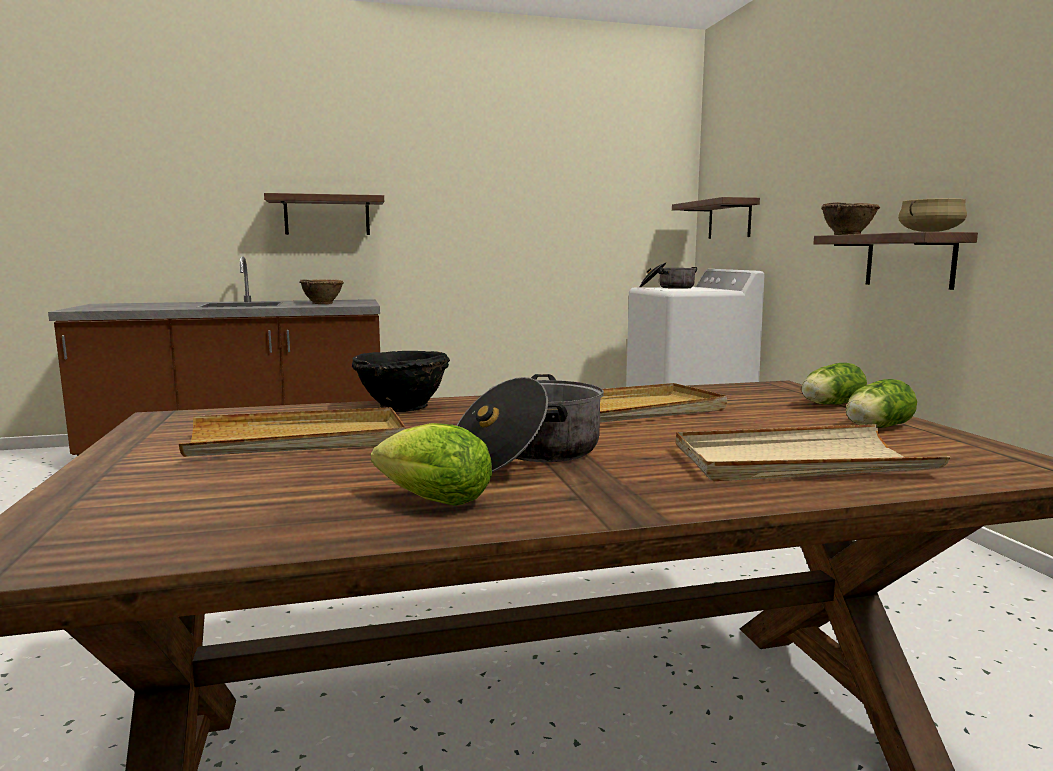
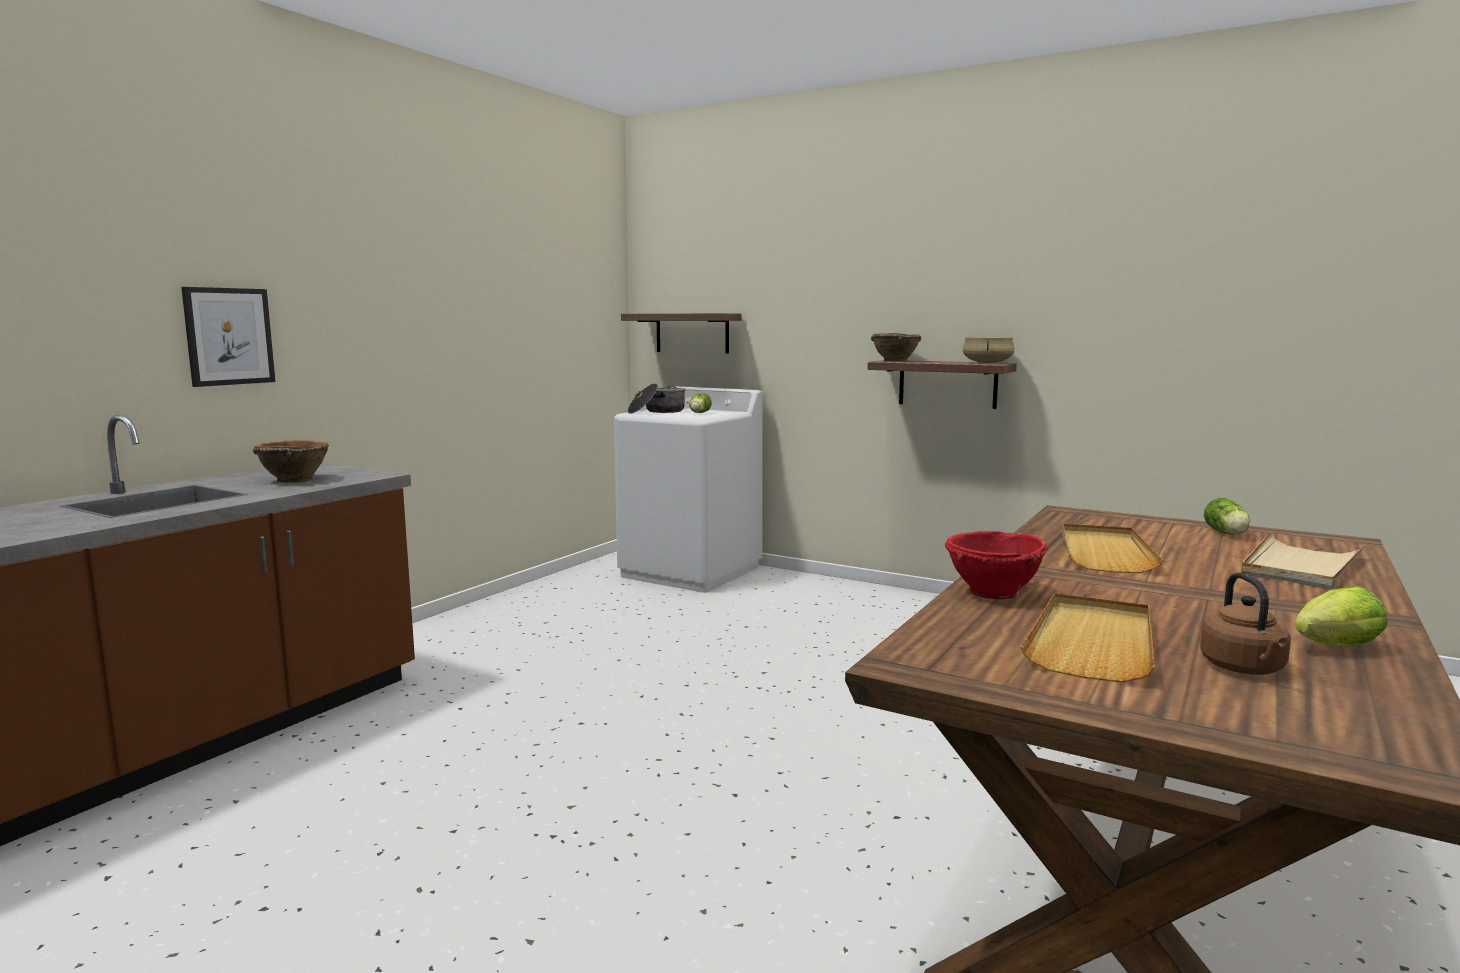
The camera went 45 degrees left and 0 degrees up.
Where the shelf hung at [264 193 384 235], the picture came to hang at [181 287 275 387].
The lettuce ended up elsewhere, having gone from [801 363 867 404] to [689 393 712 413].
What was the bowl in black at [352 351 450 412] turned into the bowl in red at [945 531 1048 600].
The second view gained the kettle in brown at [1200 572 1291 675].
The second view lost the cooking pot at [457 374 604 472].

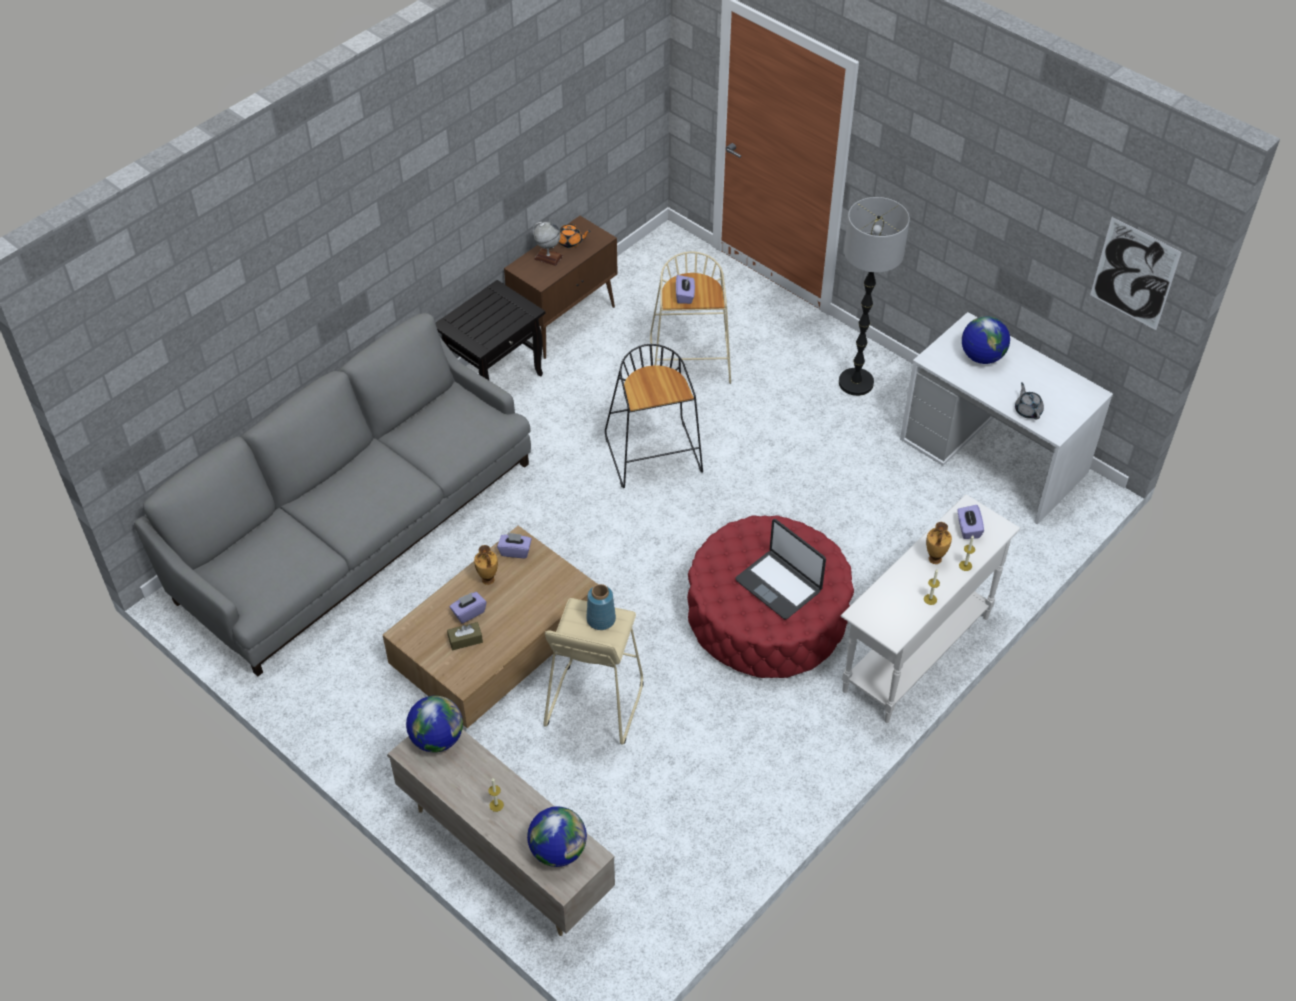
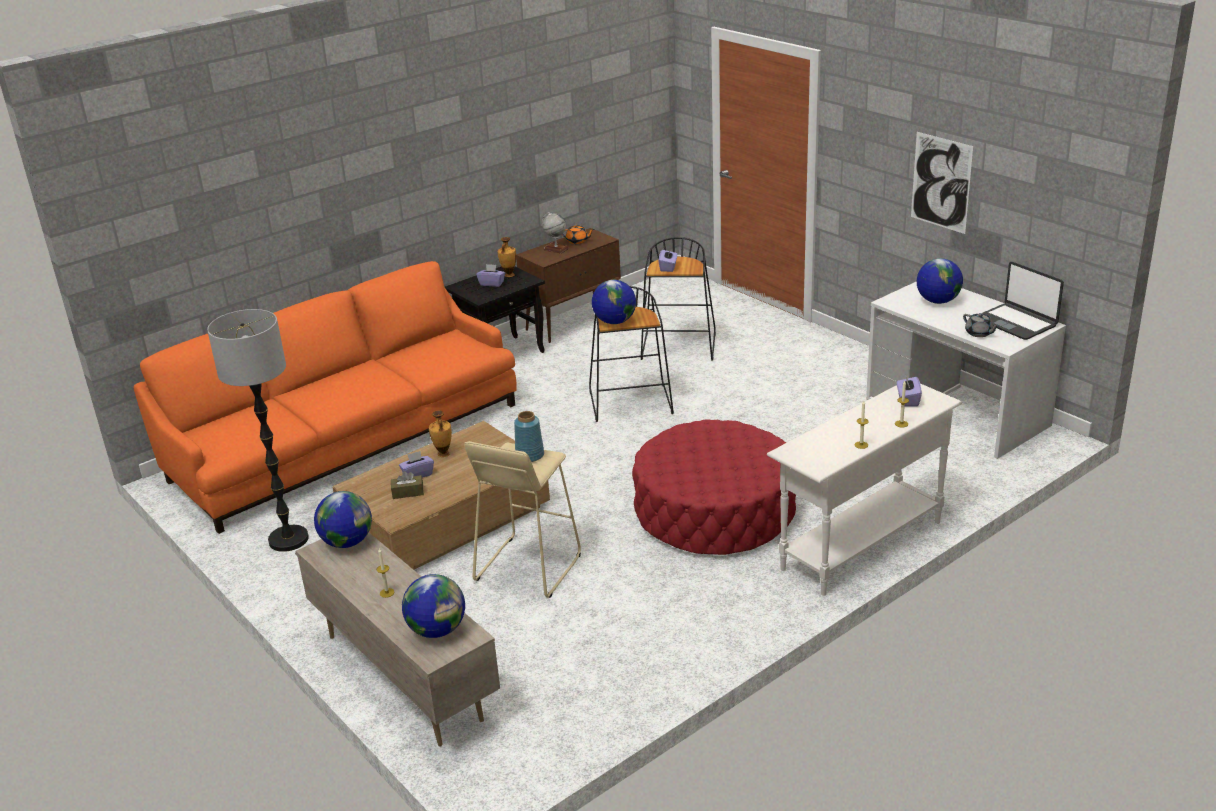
The camera went 10 degrees right and 20 degrees down.
What was the sofa in grey at [134 313 531 676] turned into the sofa in orange at [134 261 516 534].
The floor lamp ended up elsewhere, having gone from [839 197 910 396] to [207 309 309 552].
The tissue box in purple ended up elsewhere, having gone from [497 532 532 558] to [476 264 505 287].
The vase ended up elsewhere, having gone from [926 522 952 564] to [498 237 516 277].
The second view gained the globe at [592 280 636 324].
What was the stool in beige at [650 251 731 384] turned into the stool in black at [641 237 716 360].
The picture ended up elsewhere, having gone from [1090 217 1182 330] to [911 132 973 234].
The teapot in grey at [1015 382 1044 419] ended up facing another way, 150 degrees clockwise from before.
The laptop ended up elsewhere, having gone from [735 519 826 620] to [982 262 1064 340].

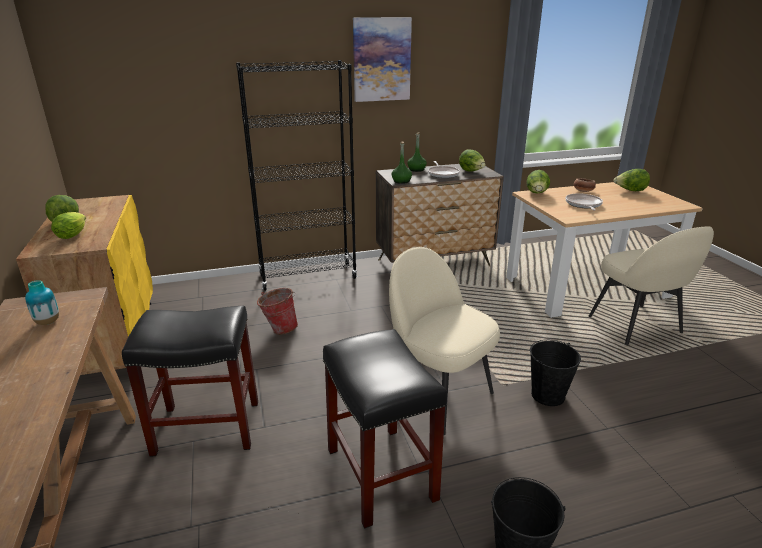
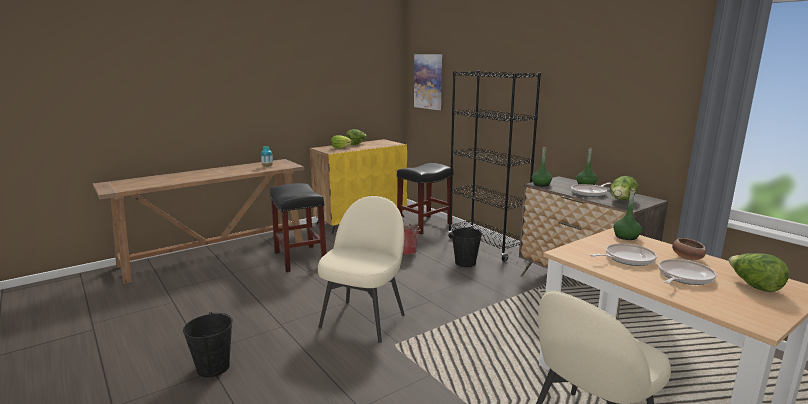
The camera went 70 degrees right and 10 degrees down.
The stool in black ended up elsewhere, having gone from [323 329 447 529] to [397 163 454 234].
The picture ended up elsewhere, having gone from [353 17 412 102] to [414 54 442 110].
The bucket in black ended up elsewhere, having gone from [530 340 581 406] to [451 227 482 267].
Where the lettuce stood at [526 170 550 194], the bottle in green came to stand at [613 188 642 240].
The second view gained the frying pan at [658 259 716 285].

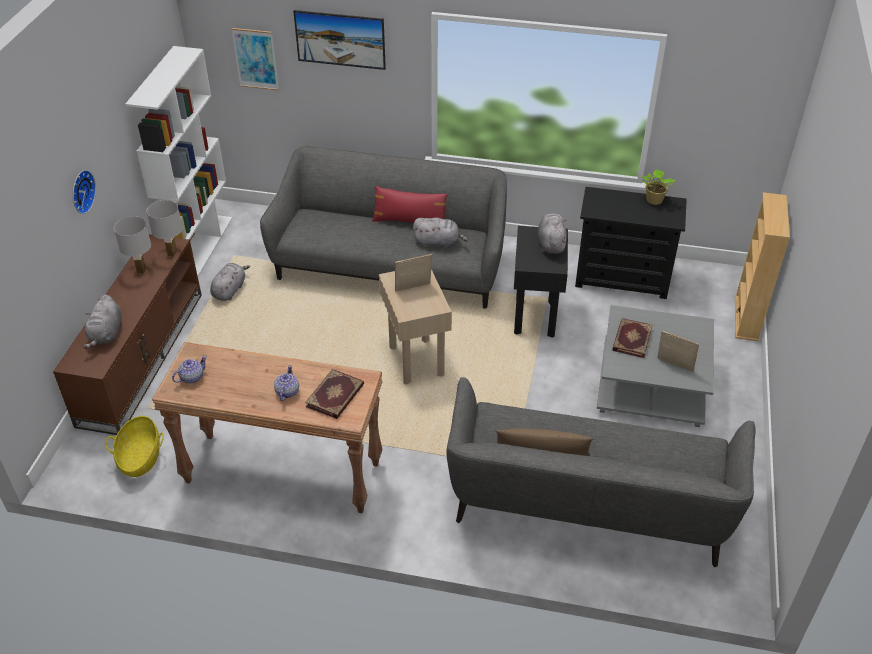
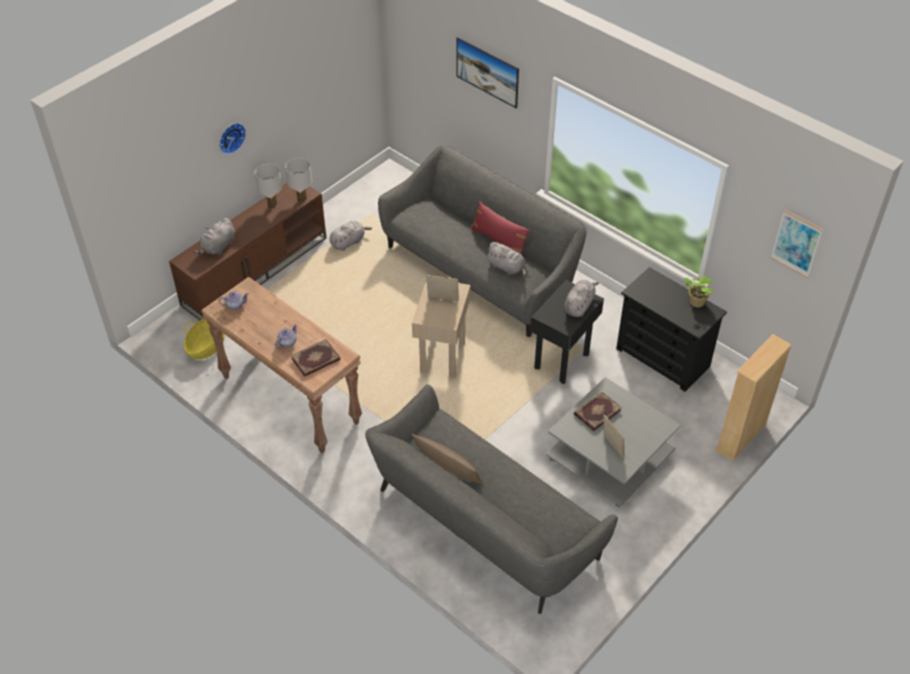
The camera went 30 degrees right and 5 degrees up.
The picture ended up elsewhere, having gone from [231 28 279 91] to [771 210 823 278].
The second view lost the bookcase in white at [125 46 233 277].

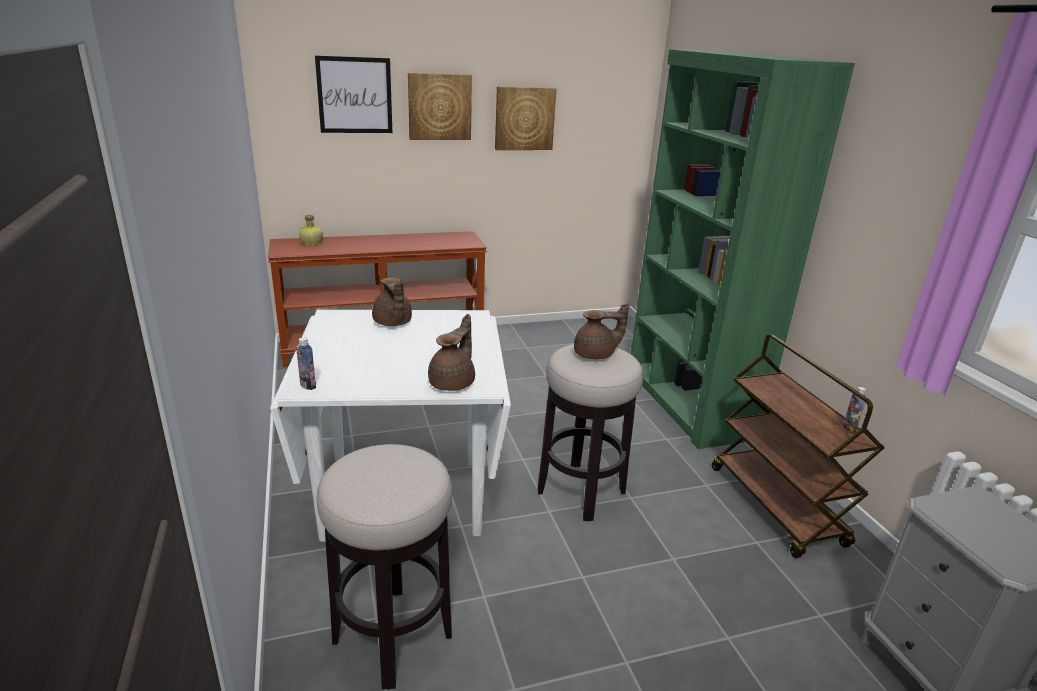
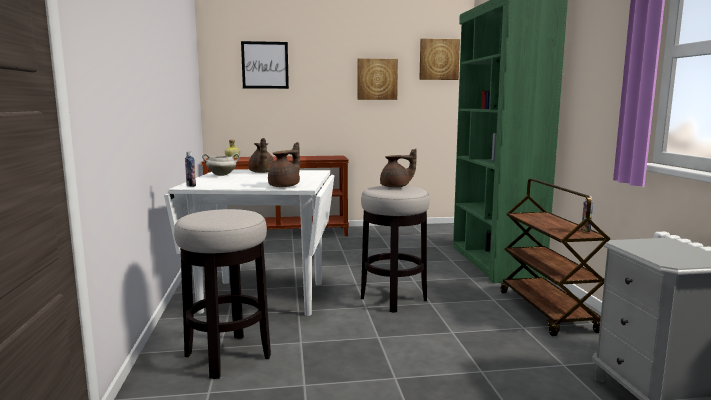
The camera went 10 degrees right and 15 degrees down.
The second view gained the cooking pot in white at [202 153 240 176].
The picture ended up elsewhere, having gone from [408 73 472 140] to [419 39 460 80].

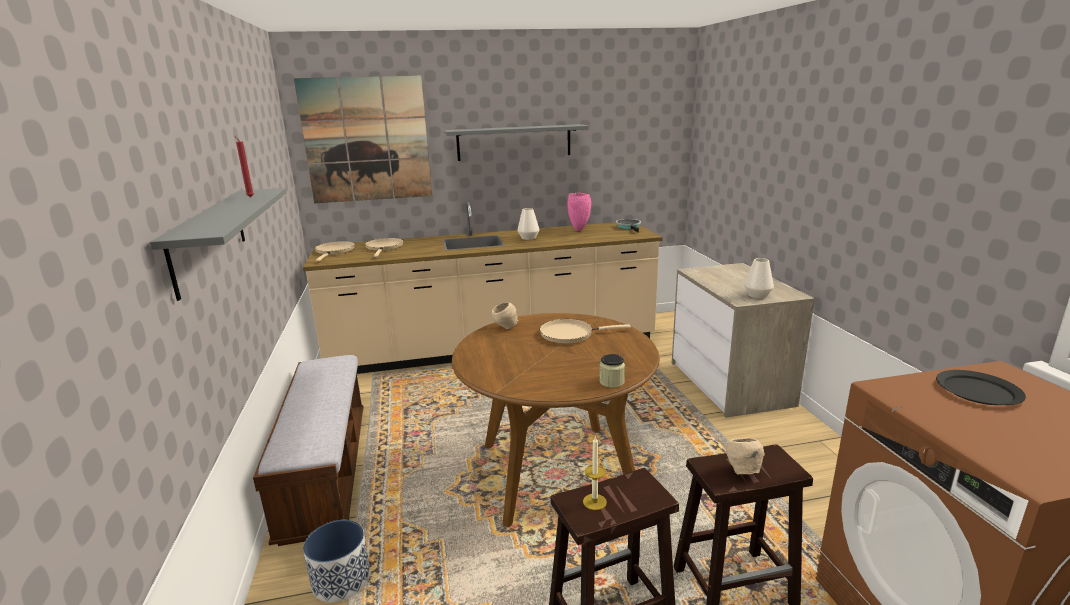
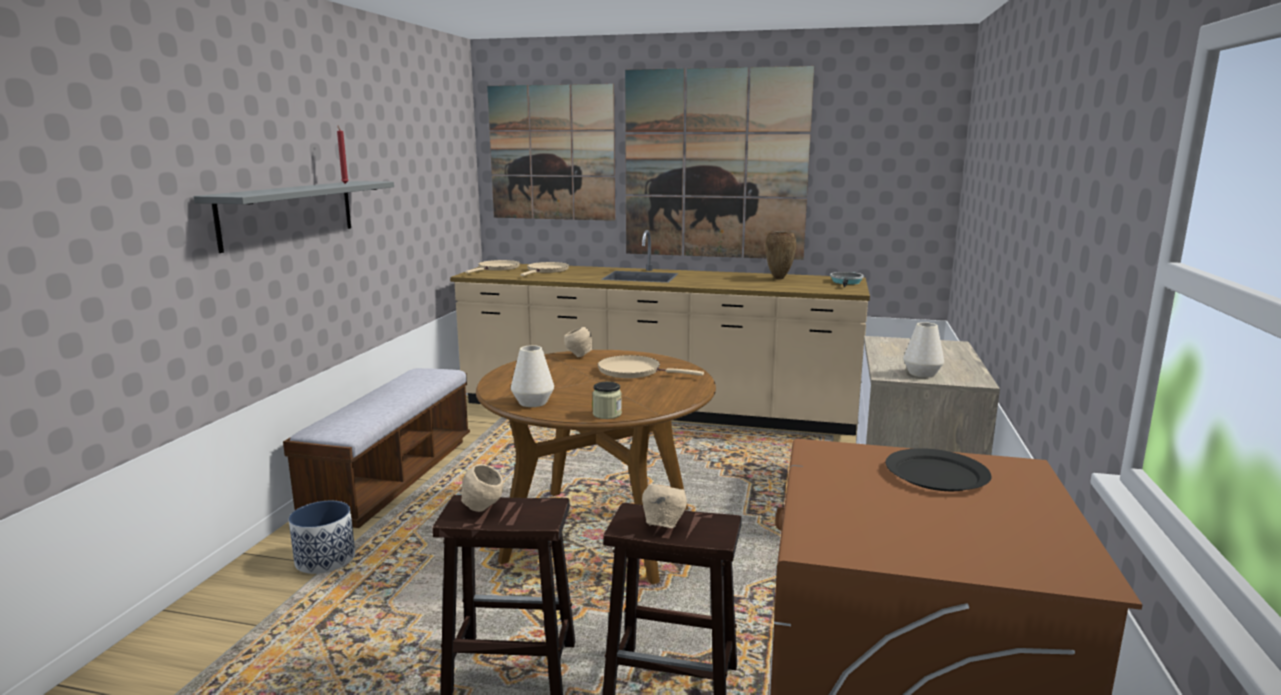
The camera went 25 degrees right and 5 degrees down.
Where the candle stood at [583 436 607 510], the bowl in beige came to stand at [461 464 503 512].
The vase in white ended up elsewhere, having gone from [517 208 539 240] to [511 345 554 407].
Where the shelf in grey hung at [444 124 589 161], the picture came to hang at [625 66 814 260].
What was the vase in pink at [567 193 591 231] turned into the vase in brown at [765 231 796 279].

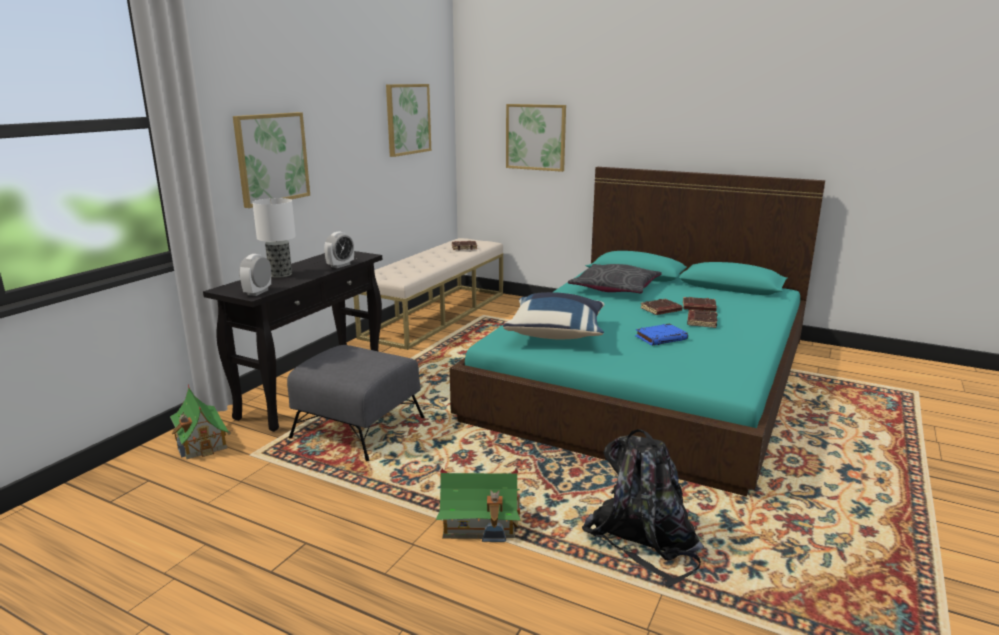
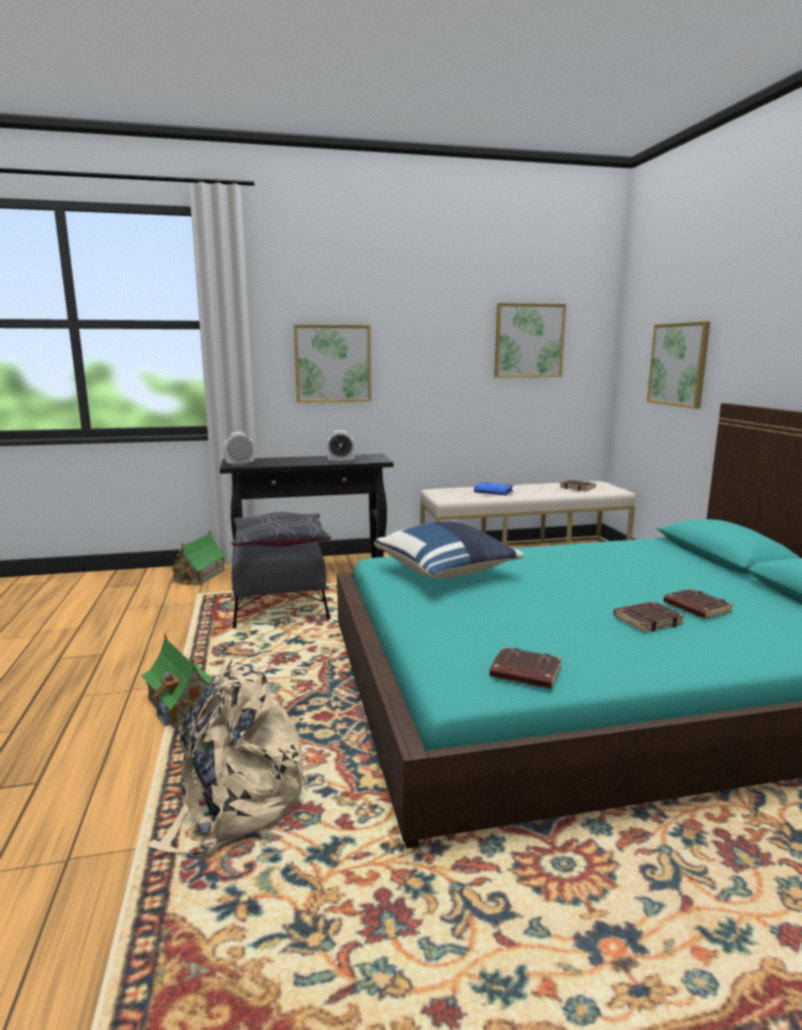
The camera went 50 degrees right and 5 degrees down.
What was the backpack in black at [582 429 704 587] turned into the backpack in beige at [147 656 308 858].
The pillow in grey ended up elsewhere, having gone from [568 264 662 293] to [231 512 331 547].
The book in blue ended up elsewhere, having gone from [635 324 688 346] to [474 482 514 495].
The book in brown ended up elsewhere, having gone from [640 299 682 315] to [489 647 562 689].
The second view lost the table lamp at [252 198 296 278].

